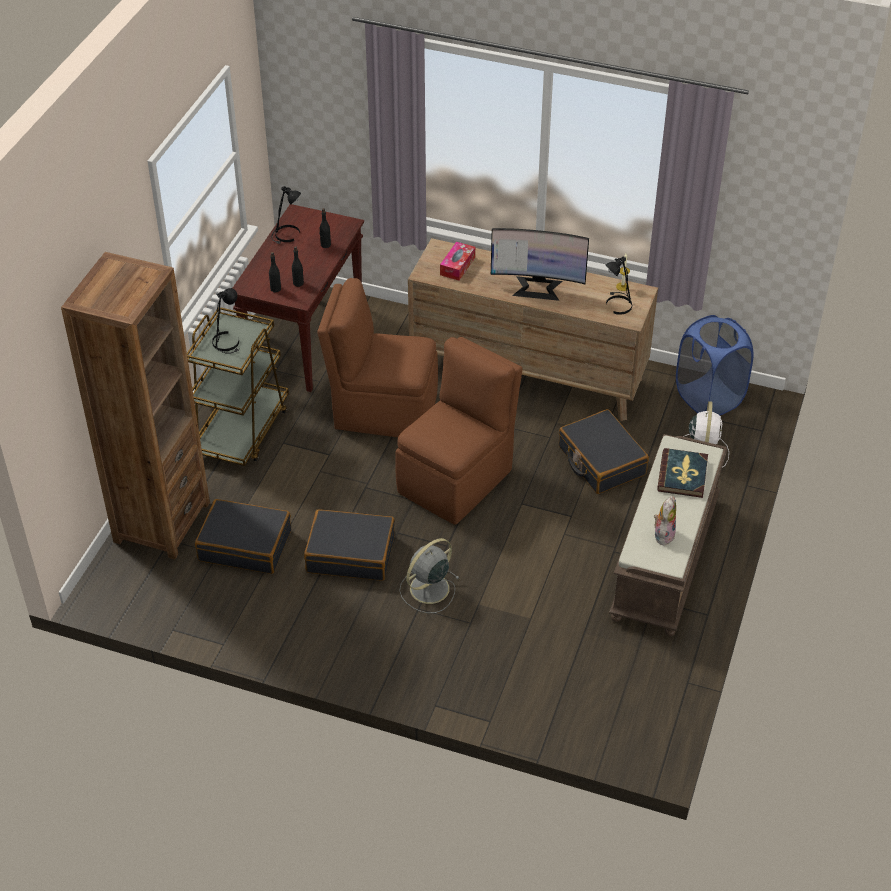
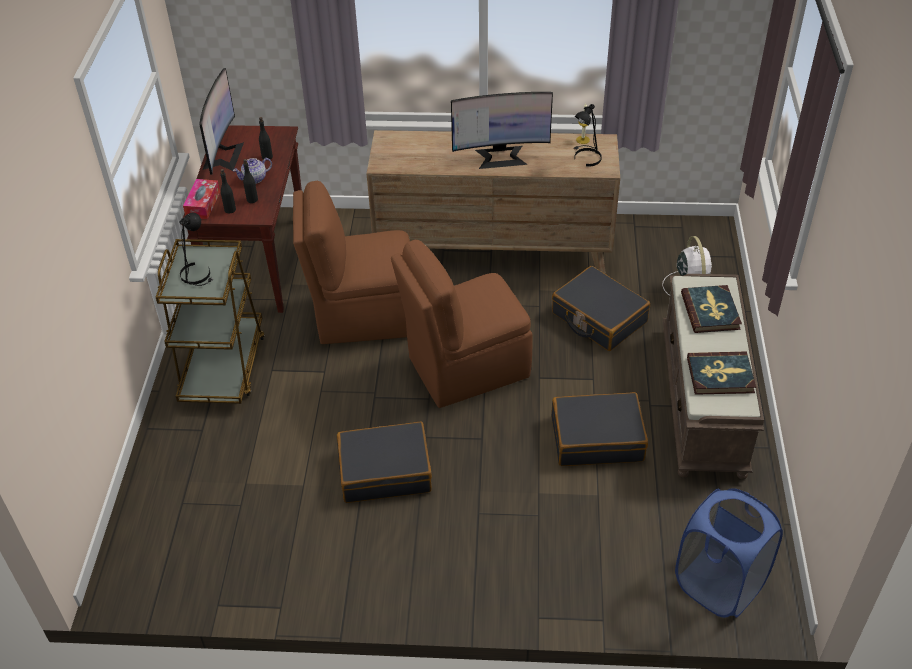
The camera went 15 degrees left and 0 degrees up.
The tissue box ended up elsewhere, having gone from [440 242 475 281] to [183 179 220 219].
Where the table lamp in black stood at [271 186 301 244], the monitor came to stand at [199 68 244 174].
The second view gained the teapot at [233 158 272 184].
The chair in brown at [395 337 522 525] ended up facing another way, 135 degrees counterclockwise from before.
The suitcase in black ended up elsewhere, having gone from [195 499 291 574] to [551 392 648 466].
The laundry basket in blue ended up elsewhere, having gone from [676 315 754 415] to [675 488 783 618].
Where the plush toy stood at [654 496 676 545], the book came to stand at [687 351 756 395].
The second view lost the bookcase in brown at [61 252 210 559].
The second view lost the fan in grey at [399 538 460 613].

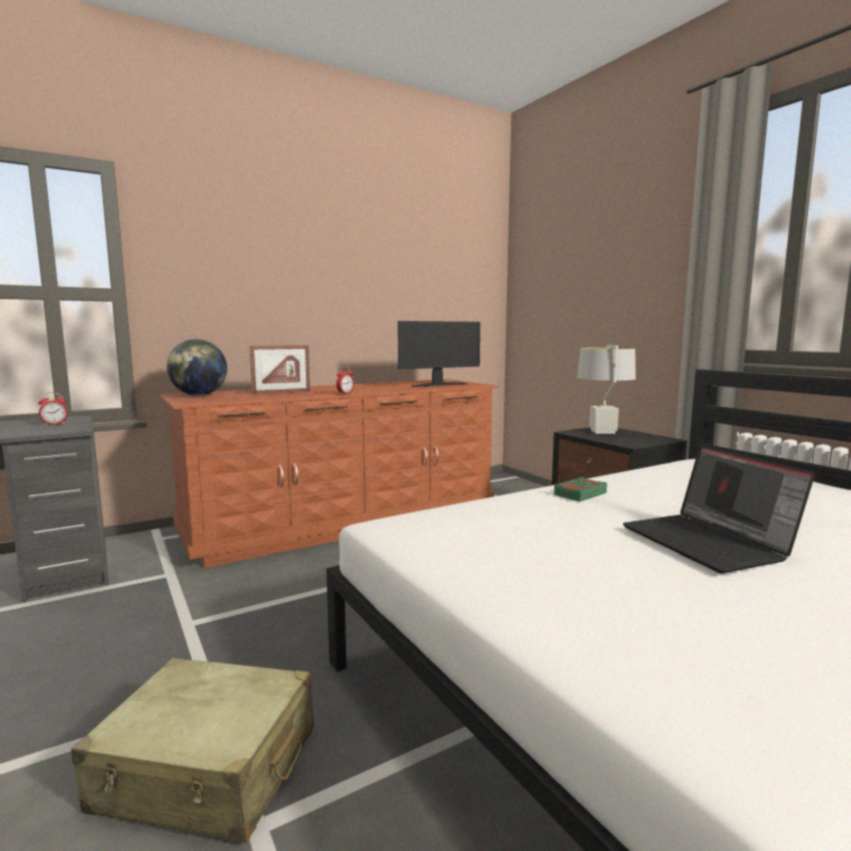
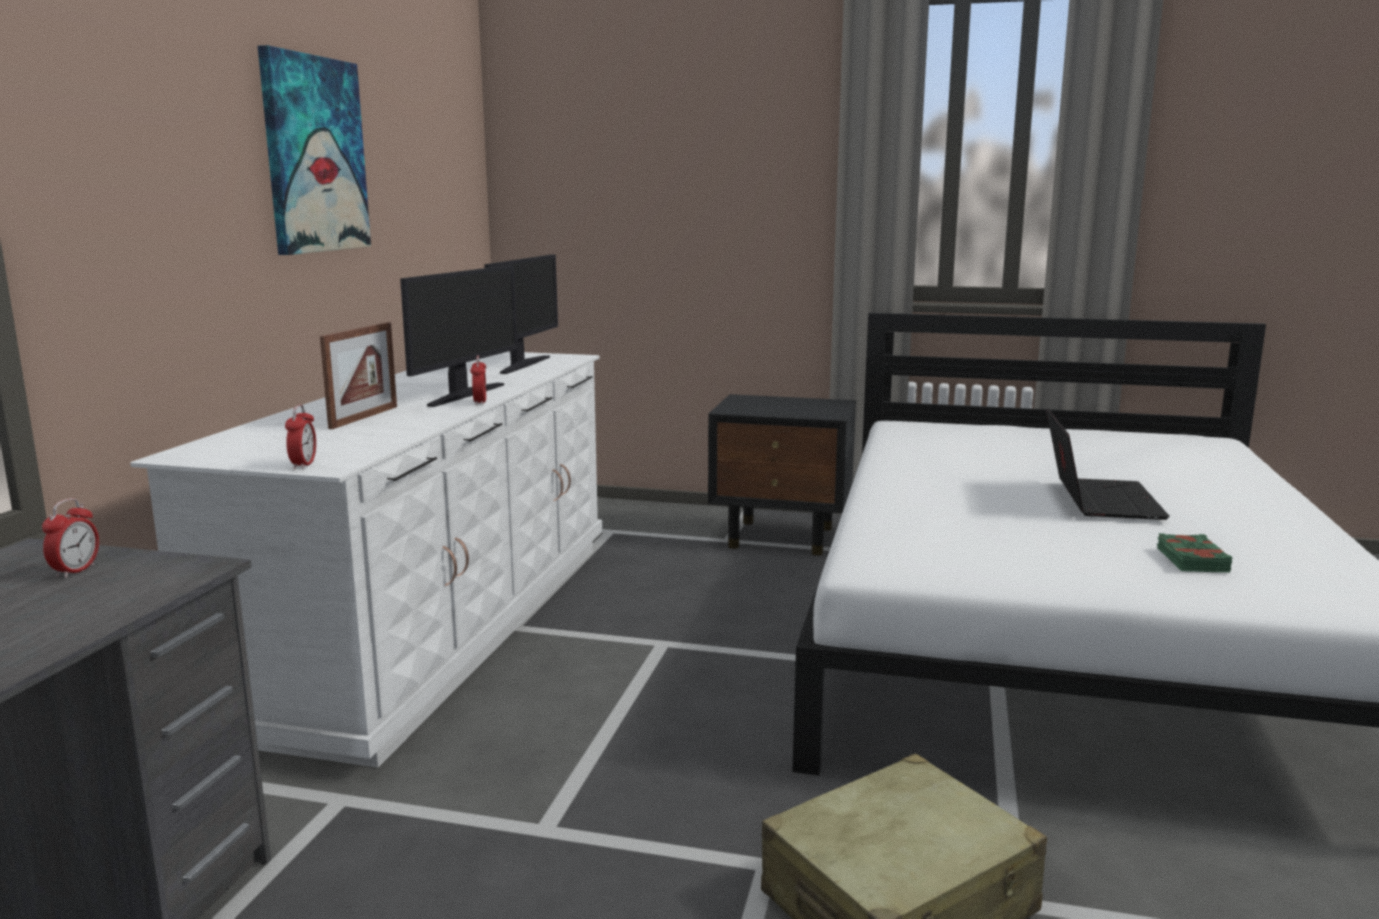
The camera went 45 degrees left and 5 degrees up.
What was the dresser in brown at [160 379 498 568] turned into the dresser in white at [130 352 603 768].
The second view gained the picture at [258 45 371 255].
The second view gained the alarm clock at [285 404 316 469].
The second view gained the monitor at [400 265 518 407].
The laptop at [623 446 815 573] ended up facing another way, 105 degrees counterclockwise from before.
The book in green ended up elsewhere, having gone from [554 477 607 502] to [1157 533 1233 573].
The second view lost the globe at [167 339 227 396].
The second view lost the table lamp in grey at [577 345 636 434].

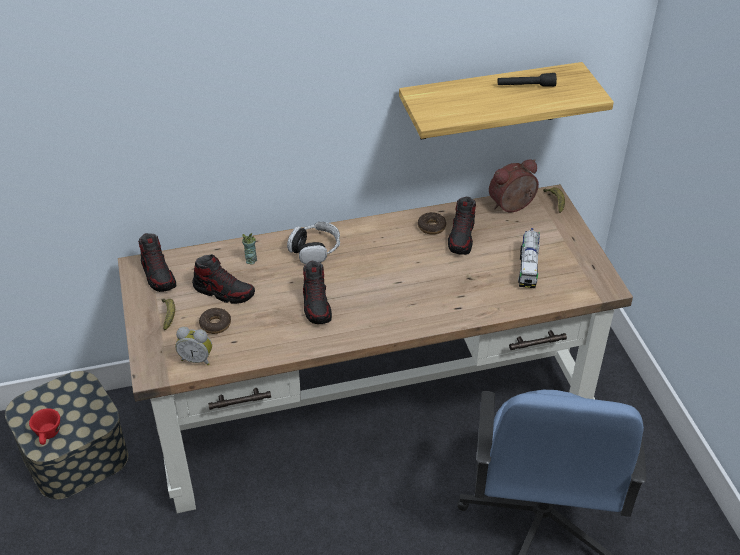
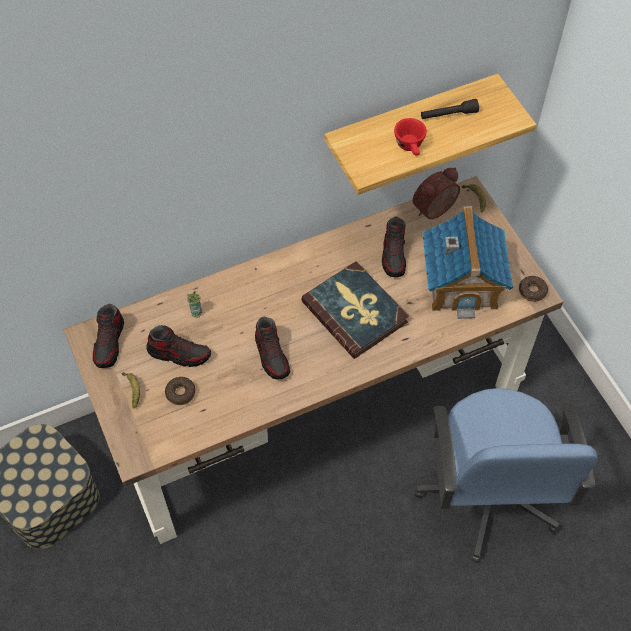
The camera went 10 degrees left and 15 degrees up.
The shoe at [138 233 176 292] ended up facing another way, 45 degrees clockwise from before.
The second view gained the book at [301 261 409 359].
The cup in red ended up elsewhere, having gone from [29 408 60 445] to [394 118 427 156].
Where the toy truck stood at [518 228 540 288], the toy house came to stand at [423 206 513 319].
The donut ended up elsewhere, having gone from [418 212 446 235] to [519 276 548 302].
The second view lost the alarm clock at [175 327 212 365].
The second view lost the headphones at [287 222 340 264].

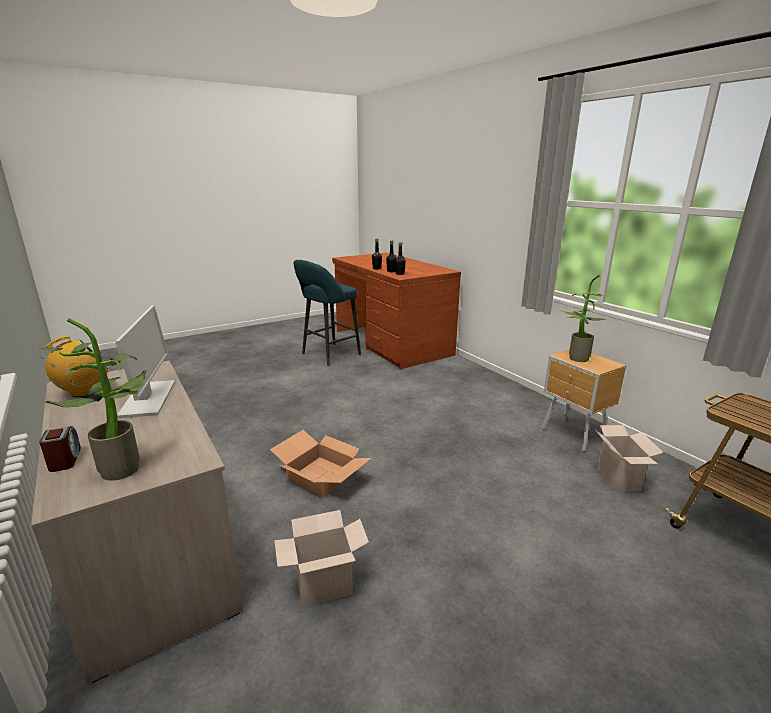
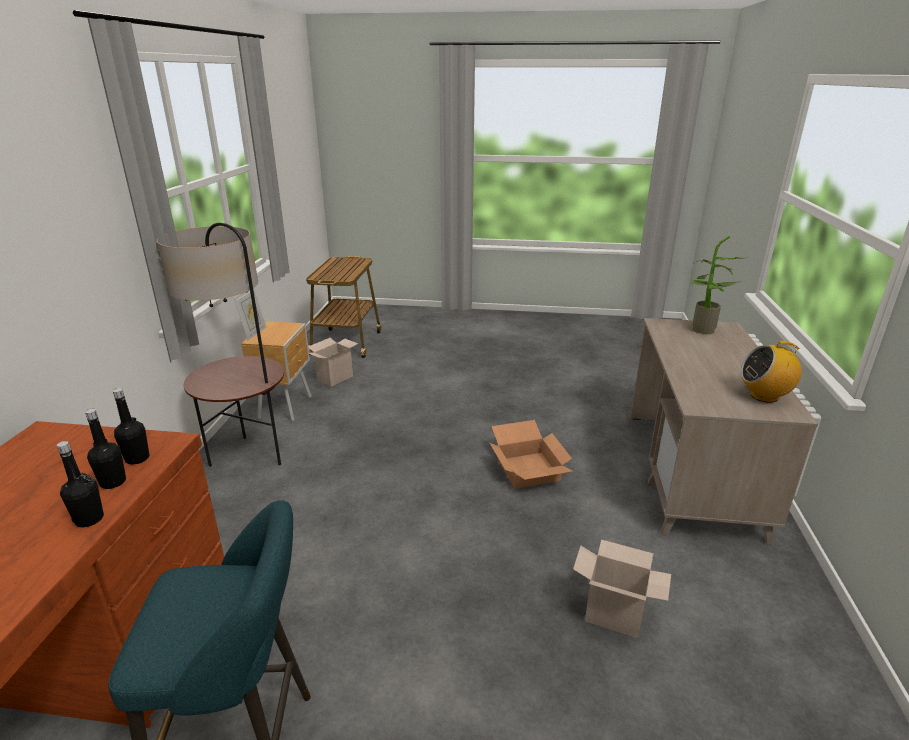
The camera went 140 degrees left and 5 degrees up.
The second view gained the floor lamp at [157 222 284 467].
The second view gained the picture frame at [234 288 266 340].
The cardboard box ended up elsewhere, having gone from [274 510 369 608] to [573 539 671 638].
The second view lost the alarm clock at [39 426 81 472].
The second view lost the monitor at [115 305 175 419].
The second view lost the potted plant at [562 275 607 362].

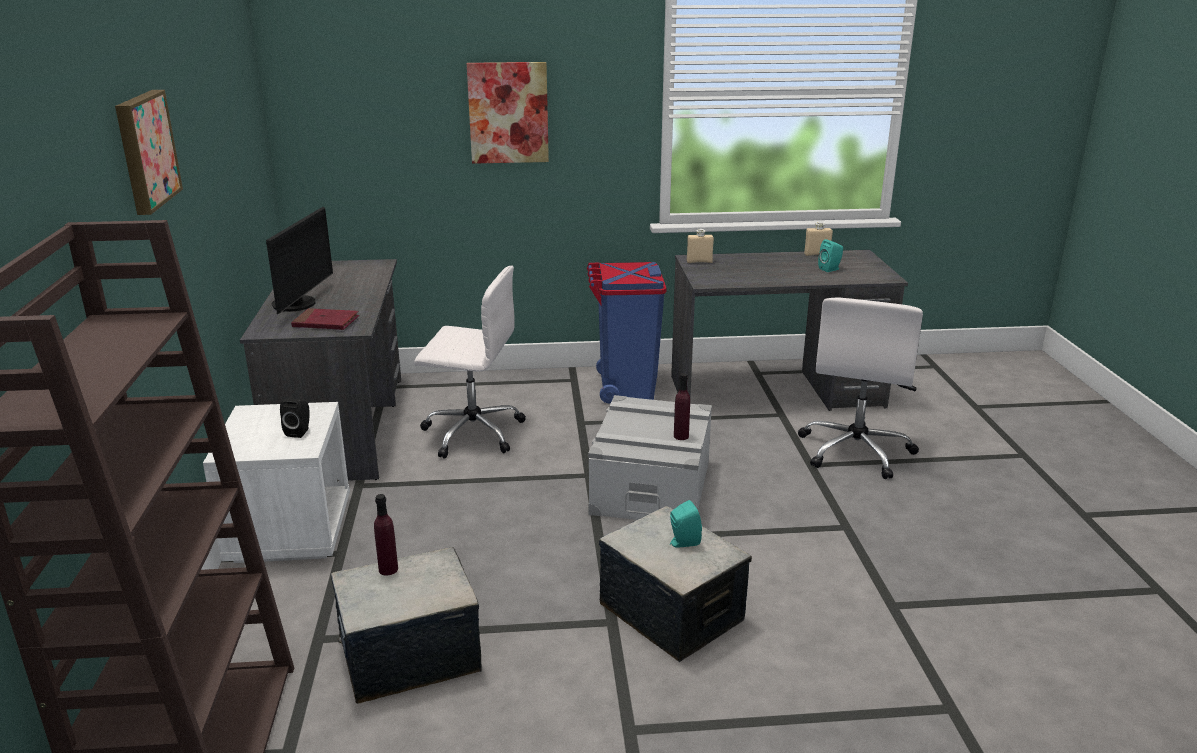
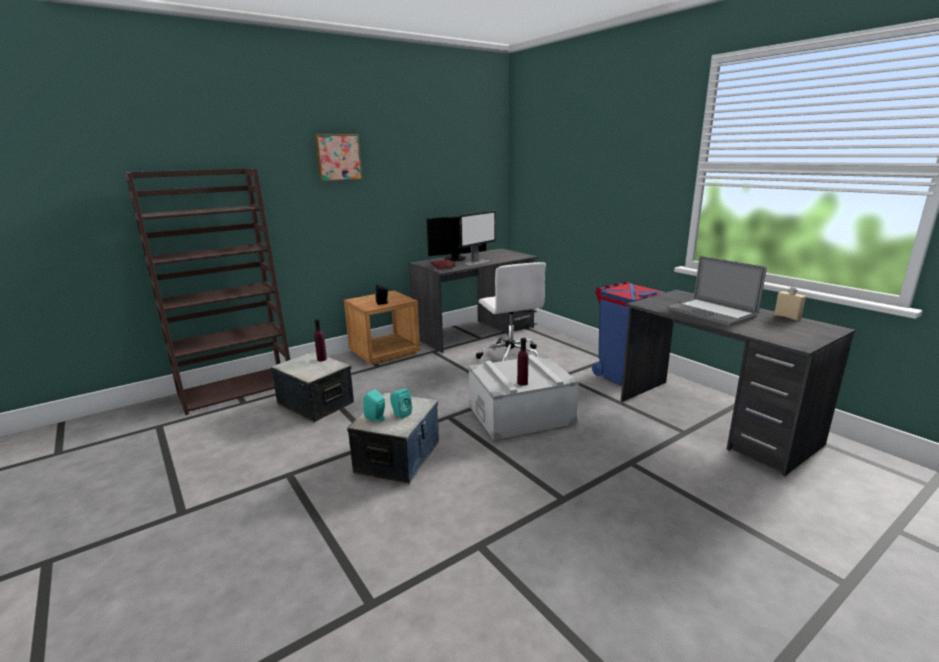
The camera went 60 degrees right and 5 degrees down.
What was the nightstand in white at [203 402 350 563] turned into the nightstand in brown at [344 291 421 365].
The speaker in turquoise ended up elsewhere, having gone from [818 239 843 272] to [363 389 386 422].
The second view gained the monitor at [459 211 496 265].
The second view gained the laptop at [666 256 767 326].
The second view lost the picture at [467 62 549 164].
The second view lost the bottle in beige at [687 229 714 263].
The second view lost the office chair in white at [798 297 923 479].

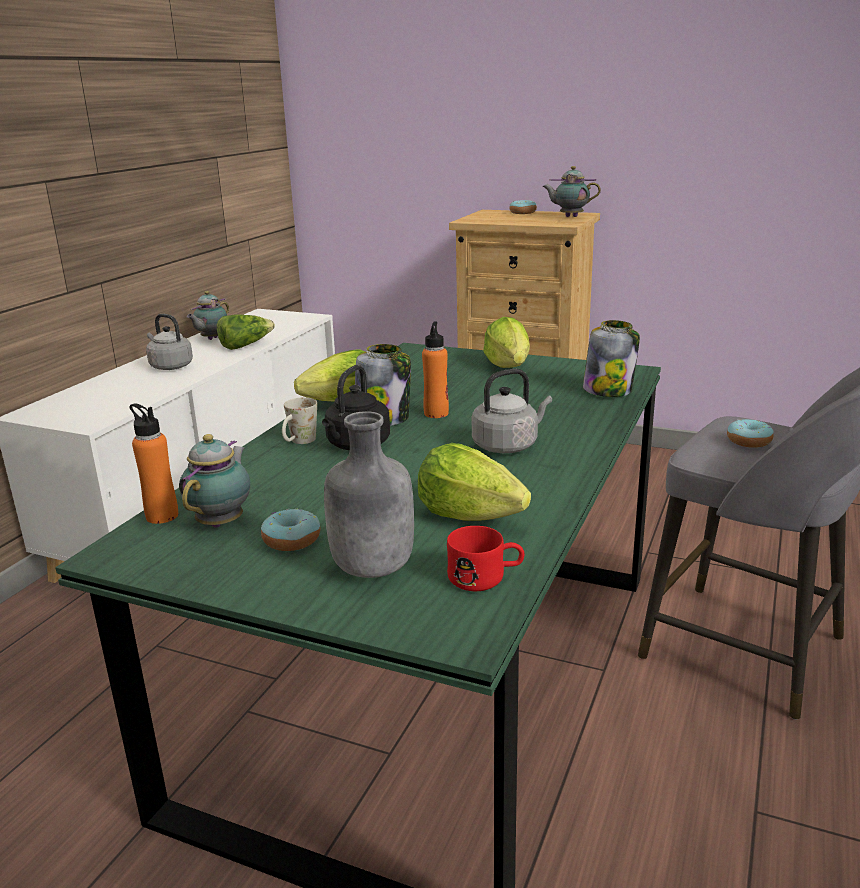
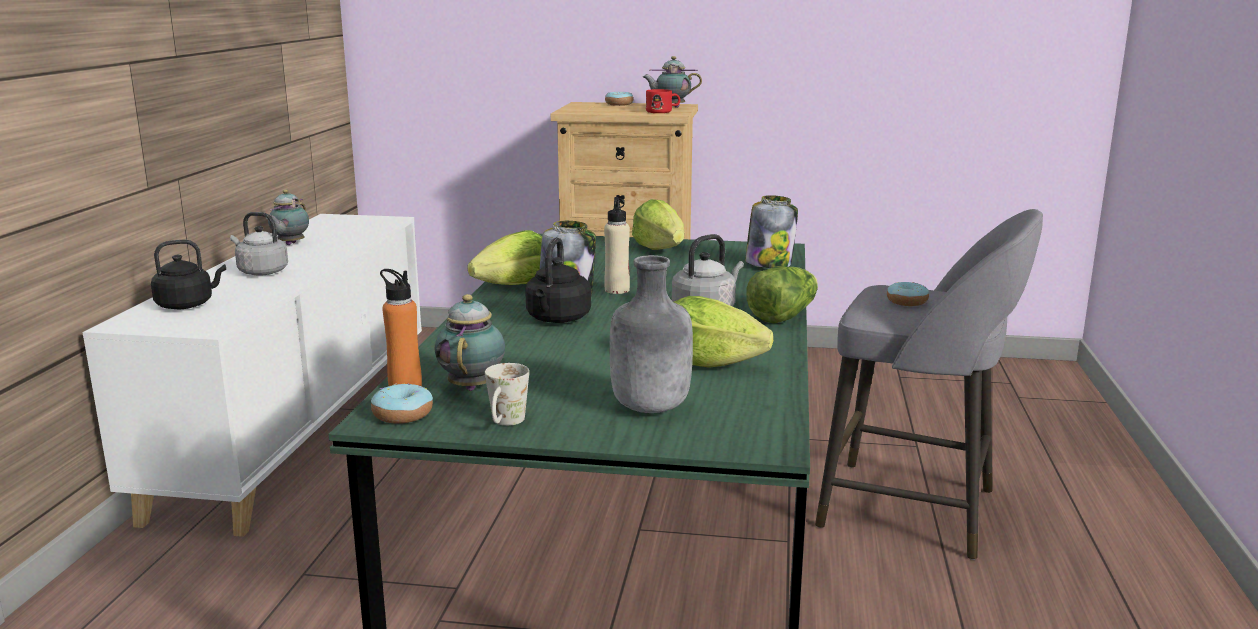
The camera went 15 degrees left and 5 degrees down.
The second view gained the kettle in black at [151 240 226 309].
The donut ended up elsewhere, having gone from [261 508 320 551] to [371 383 433 424].
The mug in white ended up elsewhere, having gone from [282 397 317 444] to [485 363 529 426].
What was the bottle in orange at [422 321 449 418] turned into the bottle in beige at [604 197 630 294].
The mug in red ended up elsewhere, having gone from [447 526 525 591] to [646 89 680 113].
The lettuce ended up elsewhere, having gone from [217 314 275 350] to [746 266 818 323].

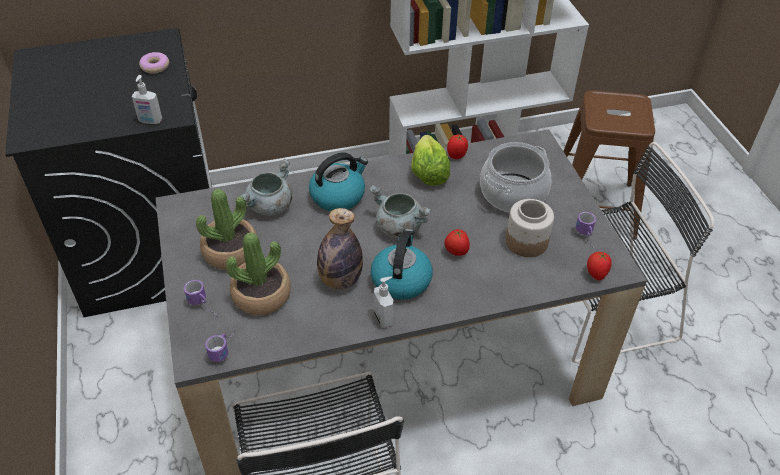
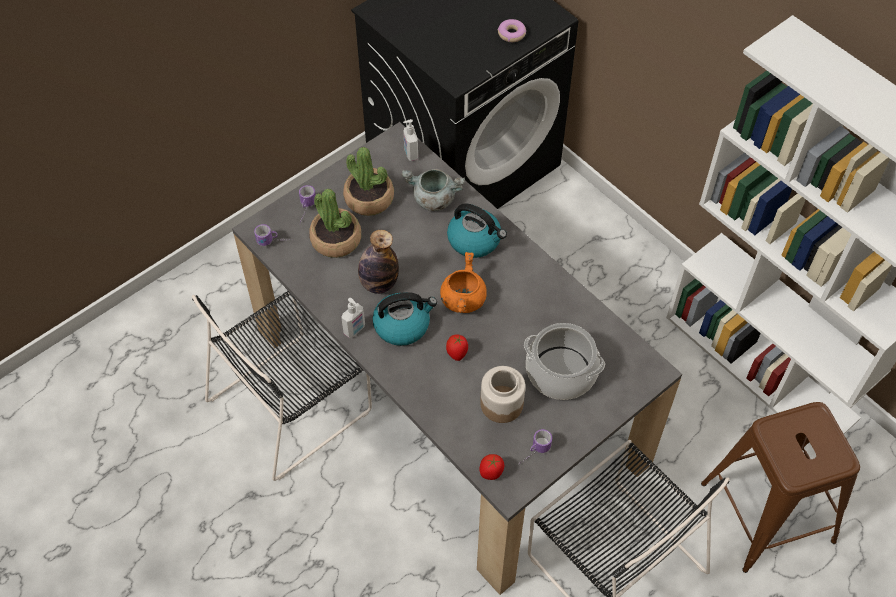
The camera went 65 degrees right and 10 degrees up.
The soap dispenser ended up elsewhere, having gone from [132 75 162 124] to [403 119 418 161].
What was the cooking pot in grey at [369 185 432 238] turned into the cooking pot in orange at [440 252 487 313].
The second view lost the lettuce at [411 135 450 186].
The second view lost the tomato at [447 135 468 159].

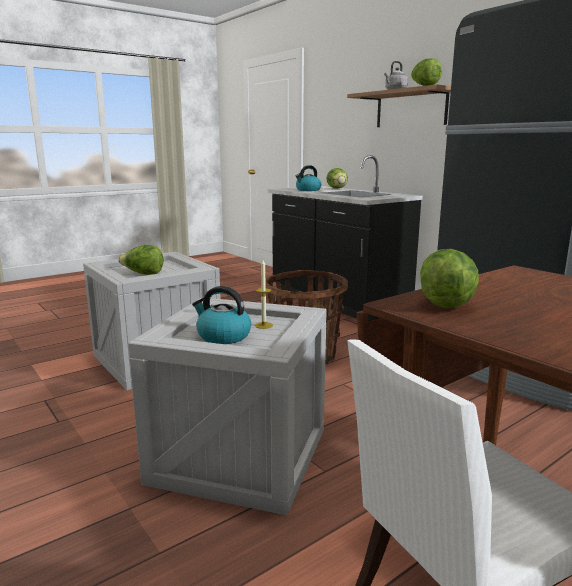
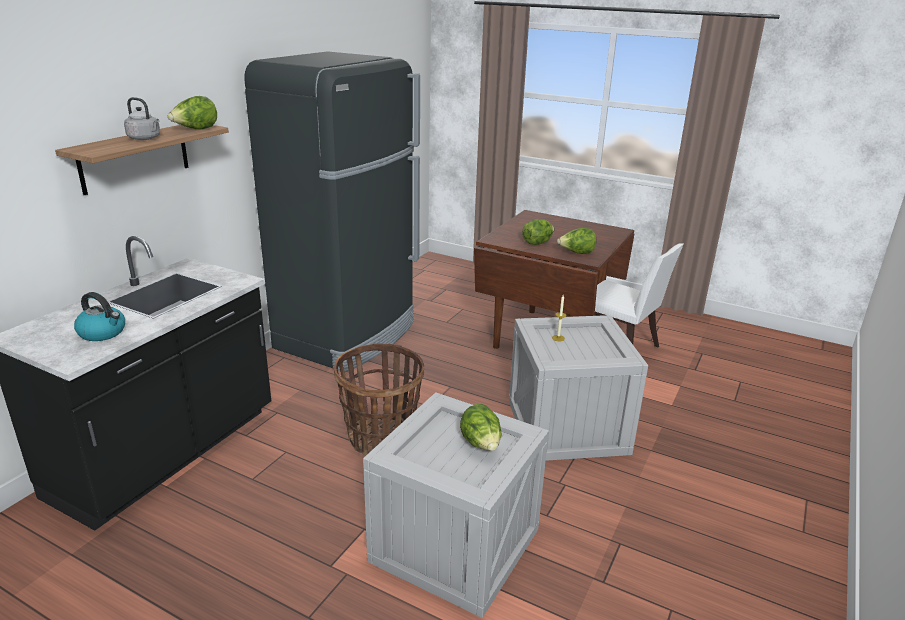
The camera went 115 degrees left and 10 degrees up.
The lettuce ended up elsewhere, having gone from [326 168 348 189] to [522 219 554 245].
The second view lost the kettle at [192 286 251 344].

